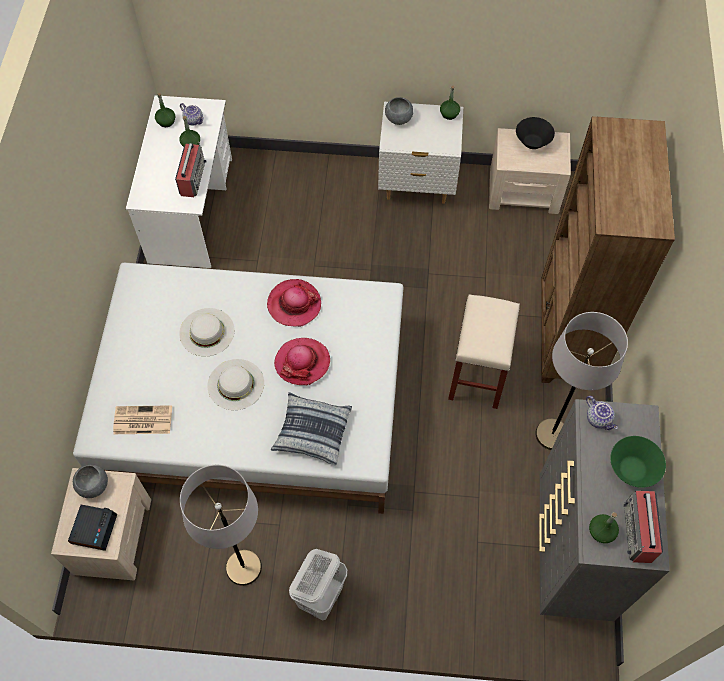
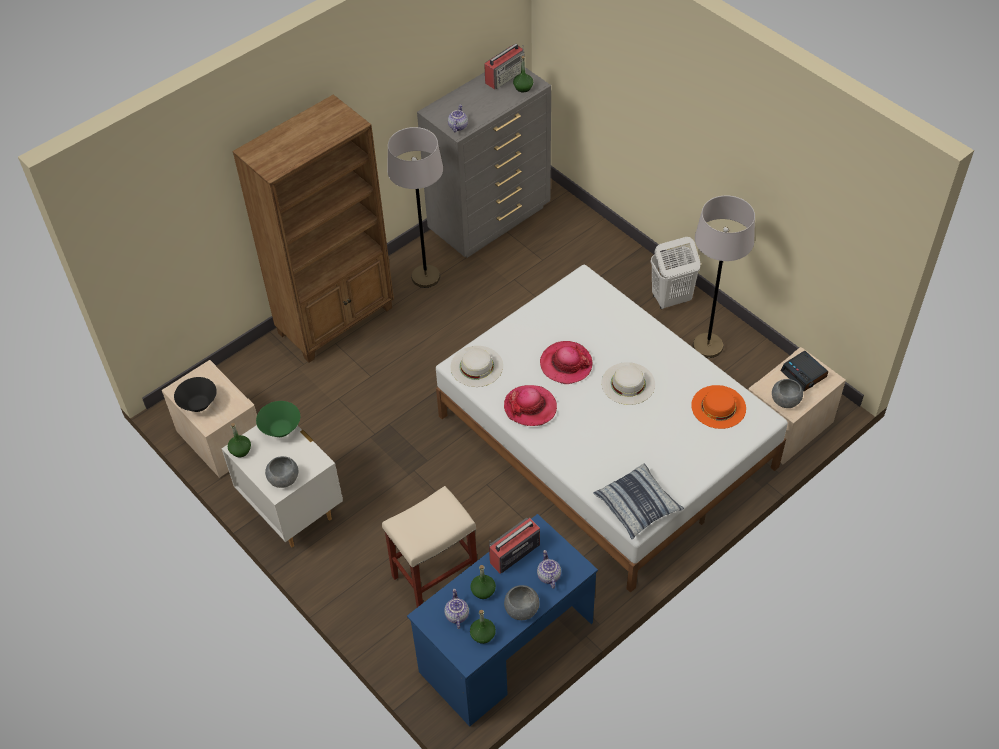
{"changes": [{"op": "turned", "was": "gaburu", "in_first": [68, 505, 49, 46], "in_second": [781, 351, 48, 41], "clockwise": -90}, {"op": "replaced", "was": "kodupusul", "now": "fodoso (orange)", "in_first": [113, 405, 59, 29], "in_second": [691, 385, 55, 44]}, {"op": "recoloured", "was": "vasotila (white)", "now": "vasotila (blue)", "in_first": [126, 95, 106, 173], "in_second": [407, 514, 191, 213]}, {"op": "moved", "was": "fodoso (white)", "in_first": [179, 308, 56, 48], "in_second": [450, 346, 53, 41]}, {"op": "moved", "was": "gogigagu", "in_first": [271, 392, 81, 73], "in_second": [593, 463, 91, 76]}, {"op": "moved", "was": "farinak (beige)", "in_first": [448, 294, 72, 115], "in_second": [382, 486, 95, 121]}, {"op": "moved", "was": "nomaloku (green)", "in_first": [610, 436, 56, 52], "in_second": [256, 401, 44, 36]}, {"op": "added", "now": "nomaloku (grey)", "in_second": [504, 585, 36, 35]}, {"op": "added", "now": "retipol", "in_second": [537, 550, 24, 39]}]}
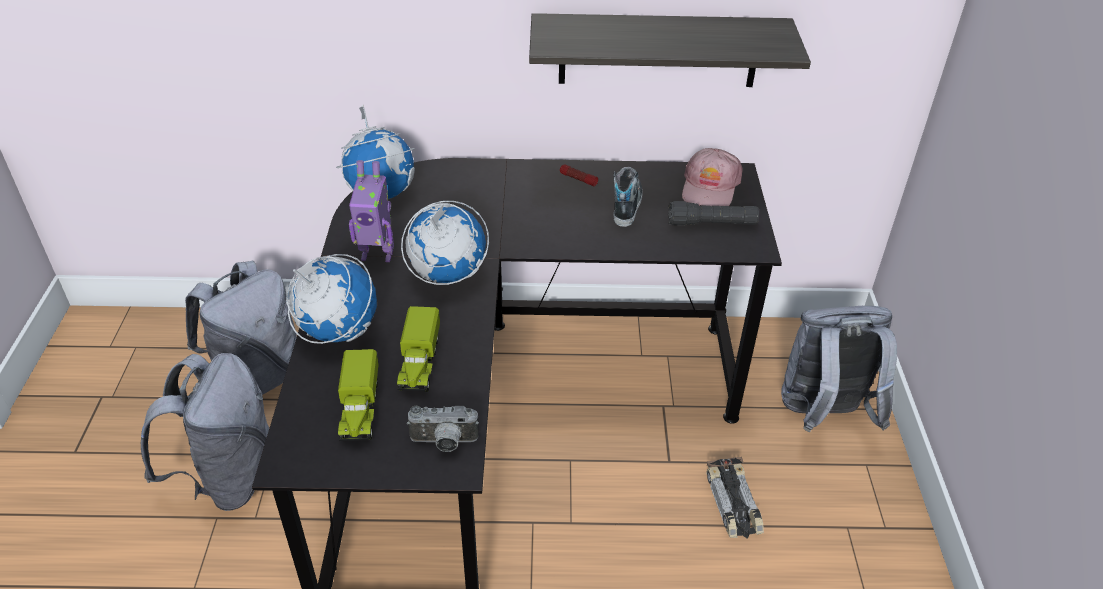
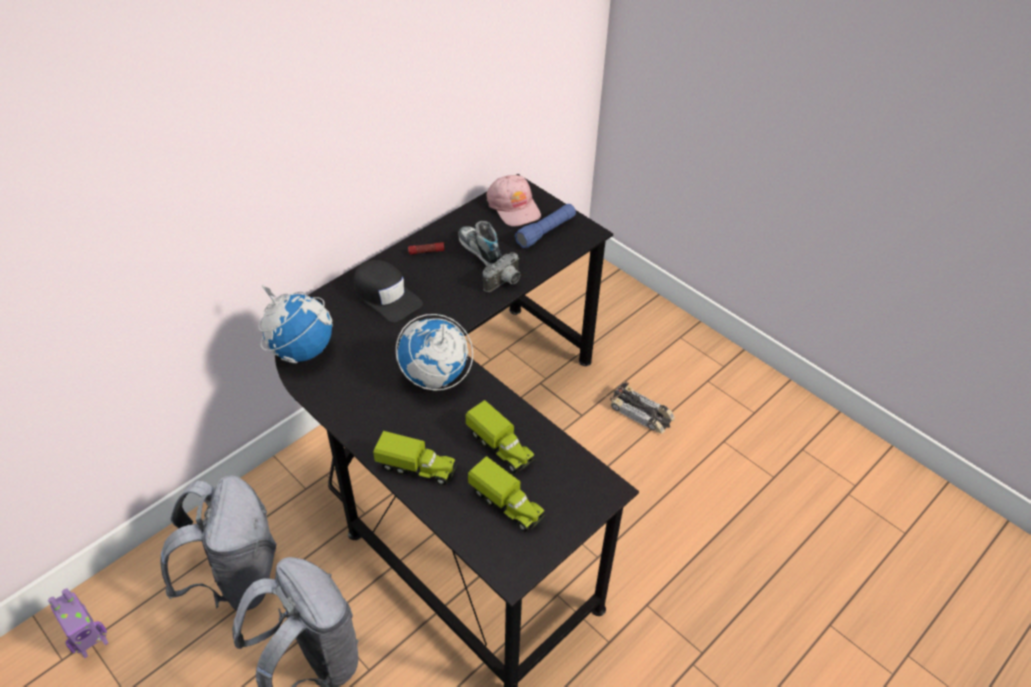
{"changes": [{"op": "replaced", "was": "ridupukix", "now": "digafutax", "in_first": [287, 254, 90, 90], "in_second": [373, 431, 86, 54]}, {"op": "moved", "was": "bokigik", "in_first": [349, 160, 45, 102], "in_second": [48, 588, 60, 70]}, {"op": "moved", "was": "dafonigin", "in_first": [407, 406, 72, 46], "in_second": [483, 252, 37, 40]}, {"op": "removed", "was": "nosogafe", "in_first": [529, 13, 282, 74]}, {"op": "recoloured", "was": "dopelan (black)", "now": "dopelan (blue)", "in_first": [668, 201, 91, 25], "in_second": [515, 204, 61, 44]}, {"op": "removed", "was": "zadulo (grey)", "in_first": [781, 306, 116, 126]}, {"op": "added", "now": "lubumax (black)", "in_second": [354, 260, 69, 62]}]}
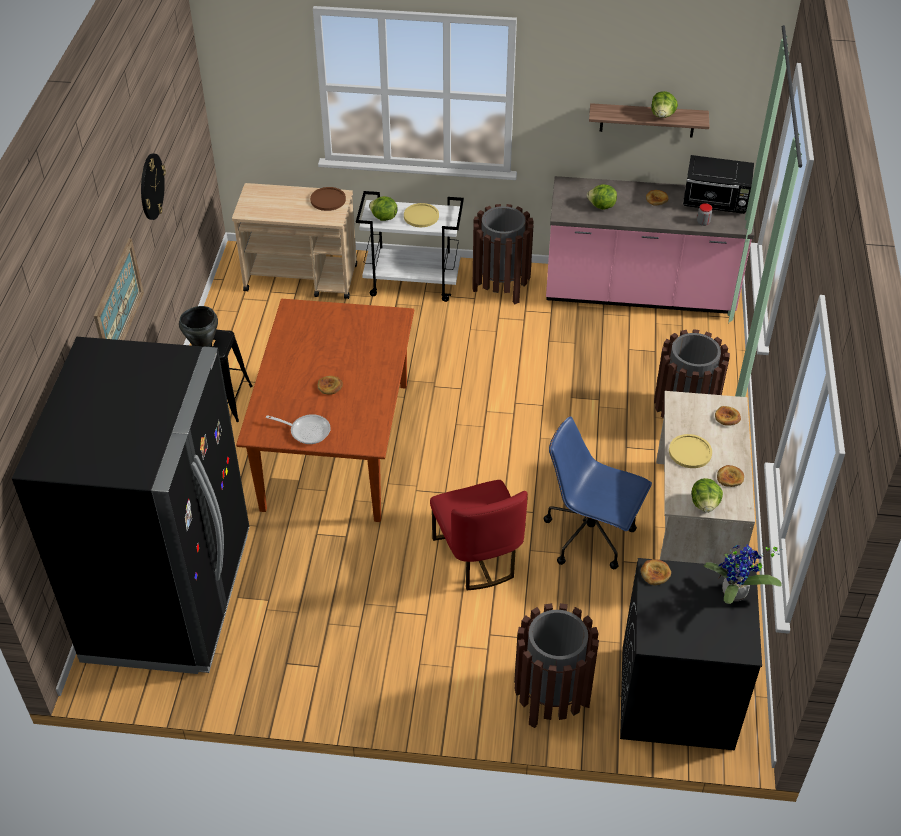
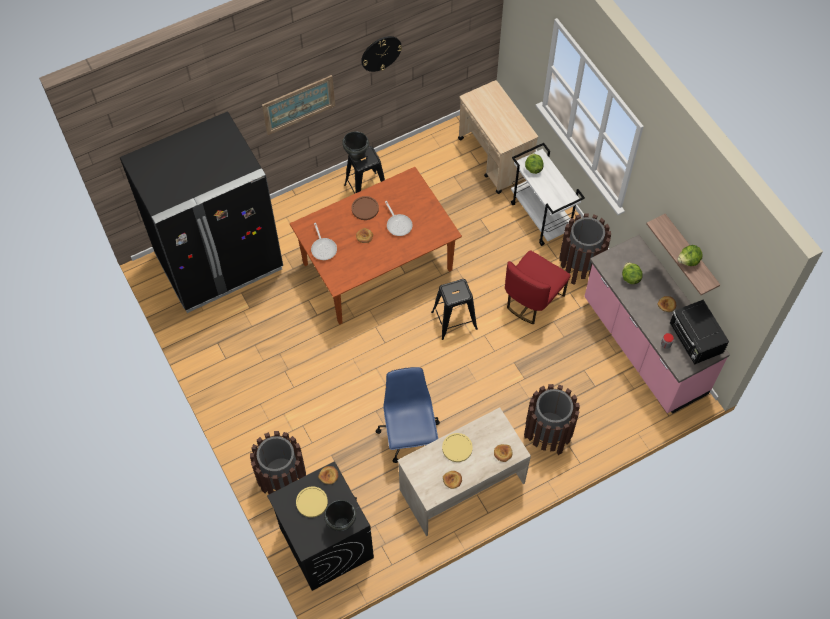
{"changes": [{"op": "moved", "was": "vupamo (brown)", "in_first": [310, 187, 36, 24], "in_second": [352, 196, 27, 24]}, {"op": "moved", "was": "vupamo (yellow)", "in_first": [404, 203, 35, 24], "in_second": [296, 486, 32, 32]}, {"op": "moved", "was": "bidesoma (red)", "in_first": [430, 480, 98, 110], "in_second": [505, 250, 65, 75]}, {"op": "removed", "was": "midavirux", "in_first": [692, 478, 31, 35]}, {"op": "replaced", "was": "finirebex", "now": "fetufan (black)", "in_first": [704, 544, 79, 60], "in_second": [324, 500, 33, 31]}, {"op": "added", "now": "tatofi", "in_second": [385, 201, 28, 35]}, {"op": "added", "now": "farinak (black)", "in_second": [431, 279, 47, 61]}]}
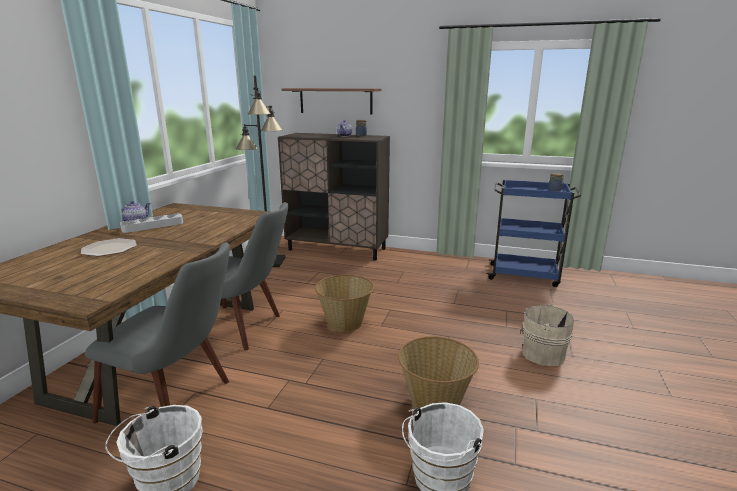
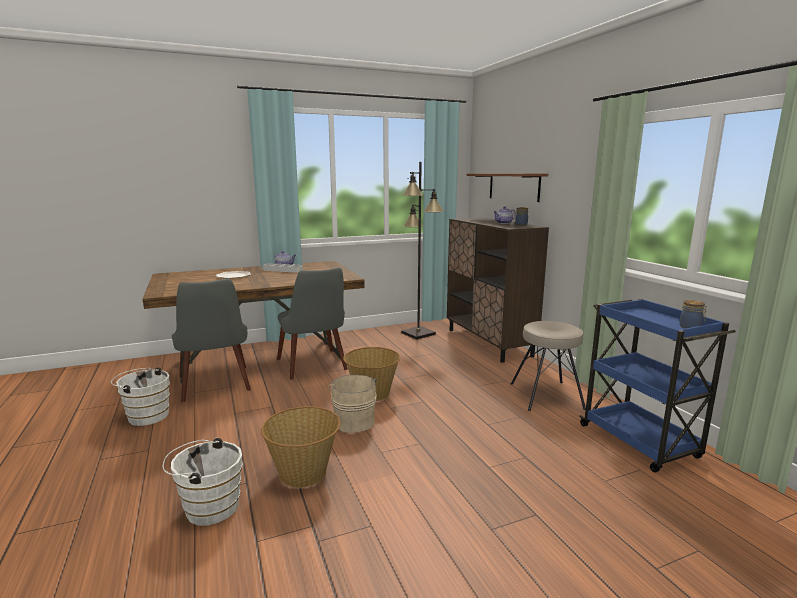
{"changes": [{"op": "moved", "was": "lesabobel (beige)", "in_first": [521, 304, 53, 62], "in_second": [328, 375, 49, 58]}, {"op": "added", "now": "farinak (beige)", "in_second": [511, 321, 75, 90]}]}
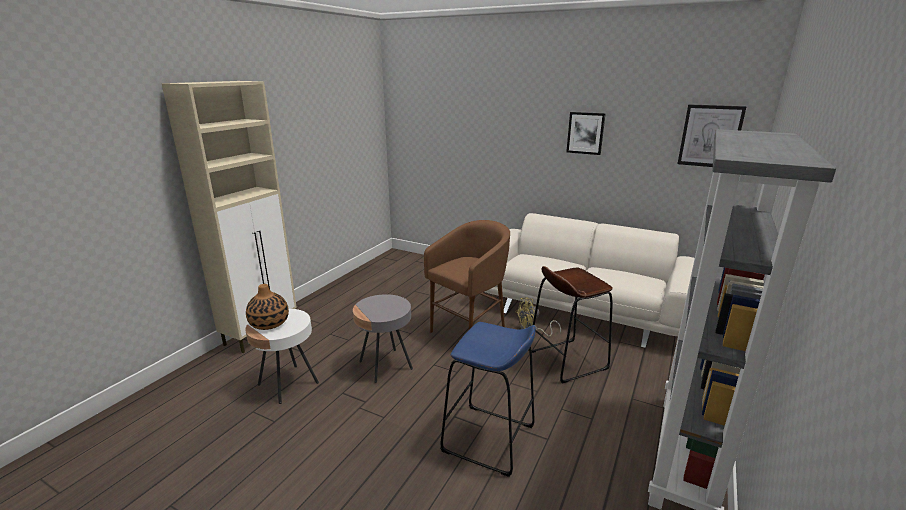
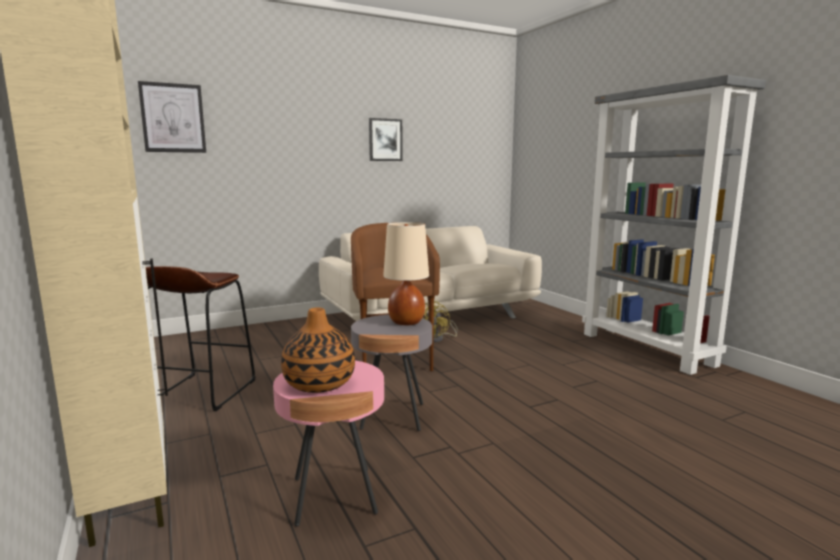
{"changes": [{"op": "recoloured", "was": "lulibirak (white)", "now": "lulibirak (pink)", "in_first": [245, 309, 74, 95], "in_second": [273, 360, 111, 167]}, {"op": "removed", "was": "farinak (blue)", "in_first": [440, 322, 95, 155]}, {"op": "moved", "was": "farinak (brown)", "in_first": [532, 266, 81, 118], "in_second": [146, 266, 109, 145]}, {"op": "moved", "was": "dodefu", "in_first": [678, 104, 69, 63], "in_second": [138, 81, 68, 72]}, {"op": "added", "now": "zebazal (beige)", "in_second": [383, 222, 46, 103]}]}
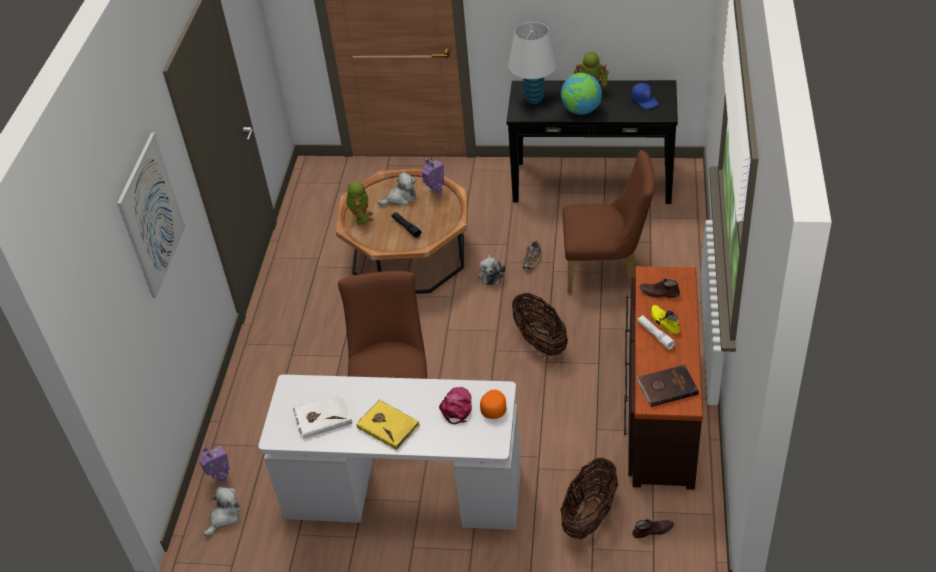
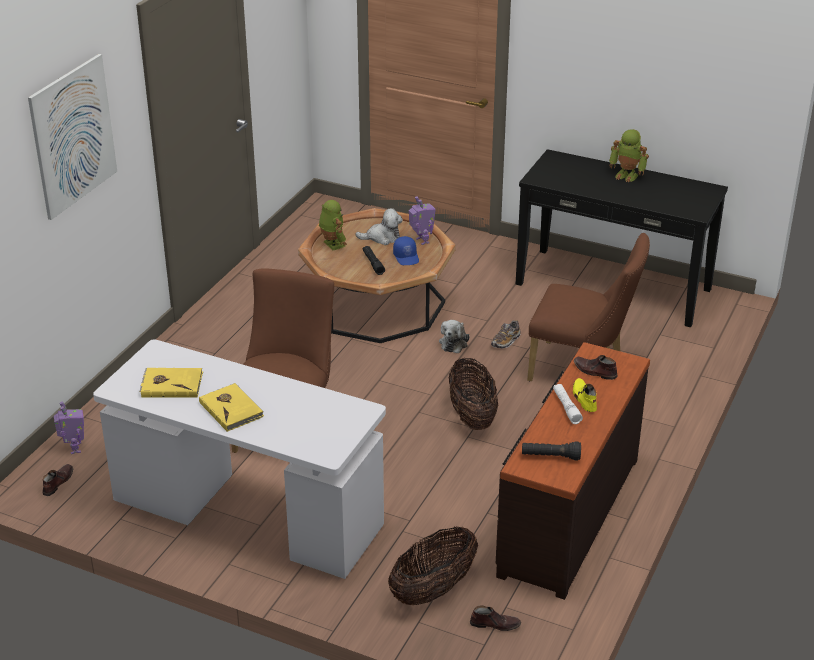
{"changes": [{"op": "replaced", "was": "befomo", "now": "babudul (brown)", "in_first": [203, 486, 38, 50], "in_second": [42, 464, 31, 32]}, {"op": "recoloured", "was": "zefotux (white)", "now": "zefotux (yellow)", "in_first": [293, 394, 59, 44], "in_second": [139, 368, 64, 30]}, {"op": "turned", "was": "bokigik", "in_first": [346, 182, 27, 42], "in_second": [319, 200, 28, 51], "clockwise": -45}, {"op": "removed", "was": "lubumax (pink)", "in_first": [439, 387, 33, 37]}, {"op": "removed", "was": "lubumax (orange)", "in_first": [480, 390, 27, 29]}, {"op": "removed", "was": "zebazal (white)", "in_first": [508, 22, 50, 82]}, {"op": "removed", "was": "ridupukix", "in_first": [561, 73, 41, 42]}, {"op": "moved", "was": "lubumax (blue)", "in_first": [631, 83, 27, 26], "in_second": [393, 236, 26, 29]}, {"op": "replaced", "was": "zefotux (brown)", "now": "dopelan (black)", "in_first": [636, 365, 63, 42], "in_second": [522, 442, 59, 18]}]}
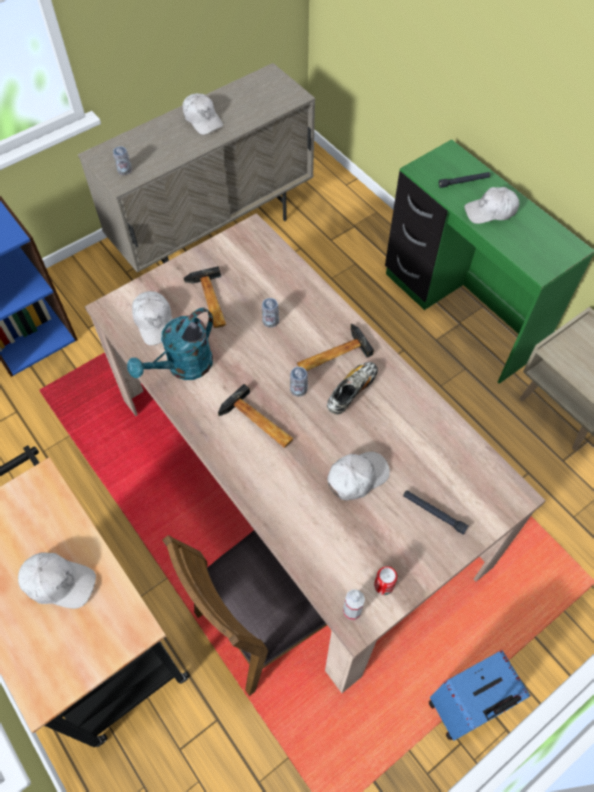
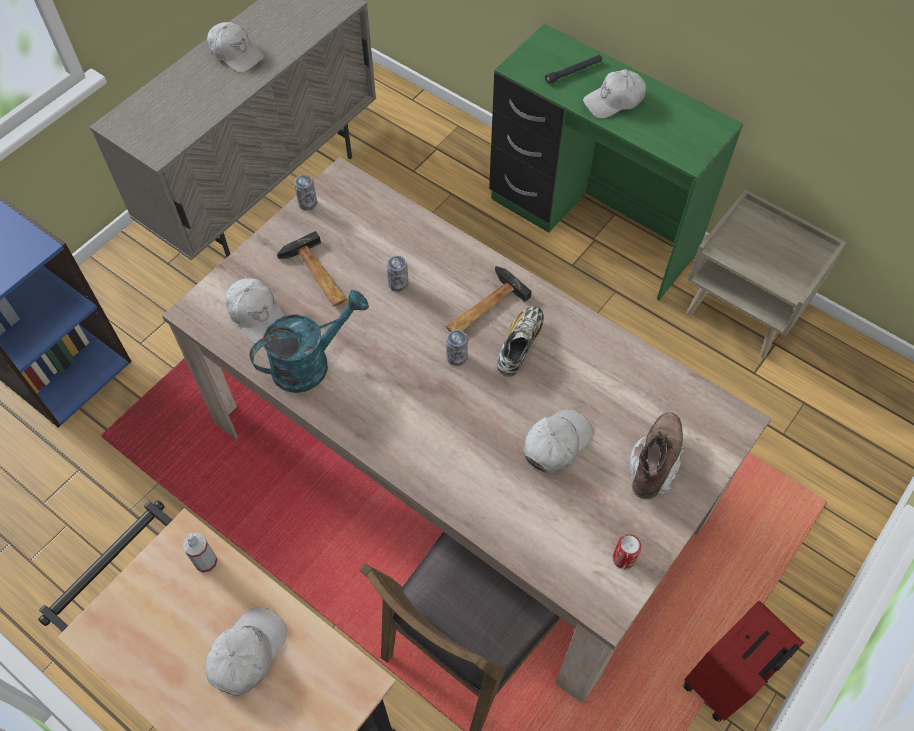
{"changes": [{"op": "turned", "was": "lubumax (white)", "in_first": [18, 552, 78, 57], "in_second": [206, 607, 81, 89], "clockwise": -60}, {"op": "moved", "was": "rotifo", "in_first": [113, 146, 19, 29], "in_second": [294, 175, 23, 36]}, {"op": "turned", "was": "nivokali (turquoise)", "in_first": [127, 308, 86, 72], "in_second": [249, 290, 120, 103], "clockwise": -150}, {"op": "removed", "was": "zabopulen", "in_first": [218, 384, 76, 64]}, {"op": "moved", "was": "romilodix", "in_first": [343, 589, 22, 31], "in_second": [182, 533, 36, 40]}, {"op": "replaced", "was": "dopelan (black)", "now": "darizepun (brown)", "in_first": [403, 490, 65, 45], "in_second": [630, 412, 55, 87]}, {"op": "recoloured", "was": "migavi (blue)", "now": "migavi (red)", "in_first": [429, 650, 102, 91], "in_second": [683, 600, 121, 122]}]}
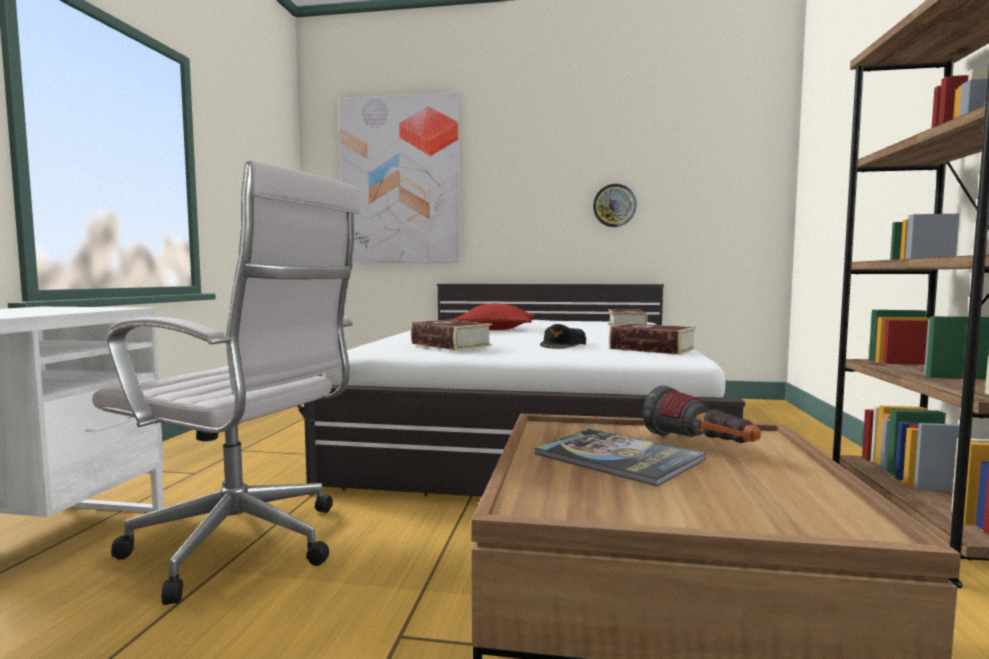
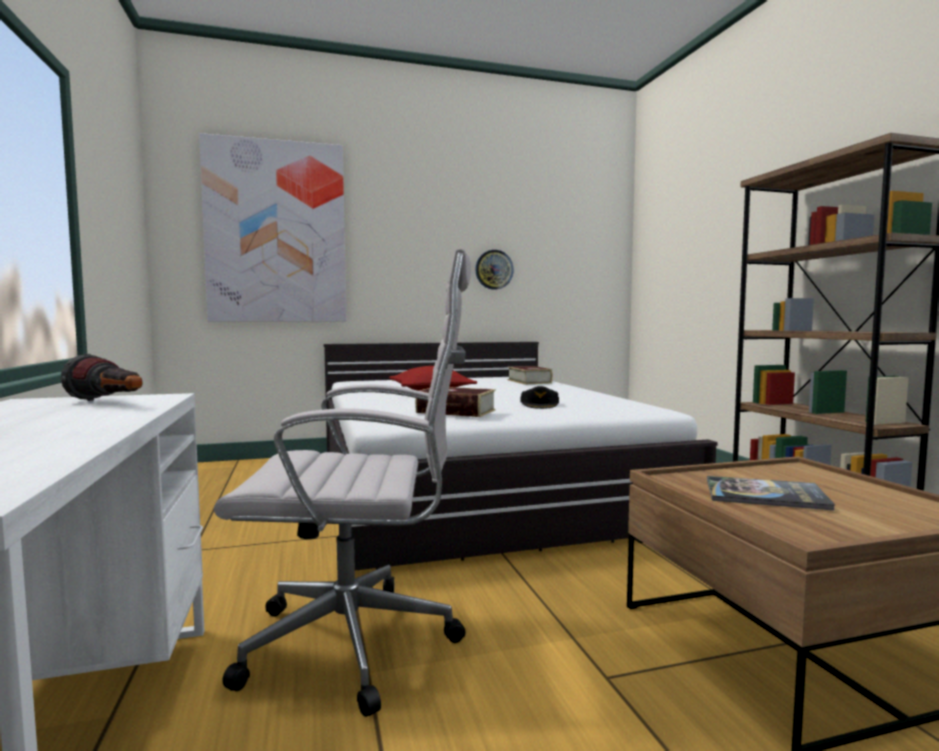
{"changes": [{"op": "removed", "was": "zefotux", "in_first": [609, 323, 87, 32]}, {"op": "moved", "was": "dopelan", "in_first": [643, 385, 118, 58], "in_second": [61, 354, 81, 47]}]}
